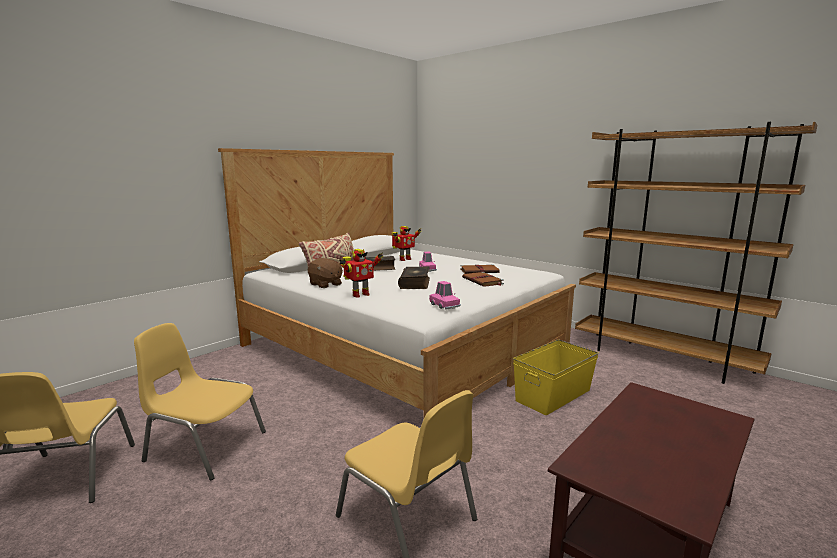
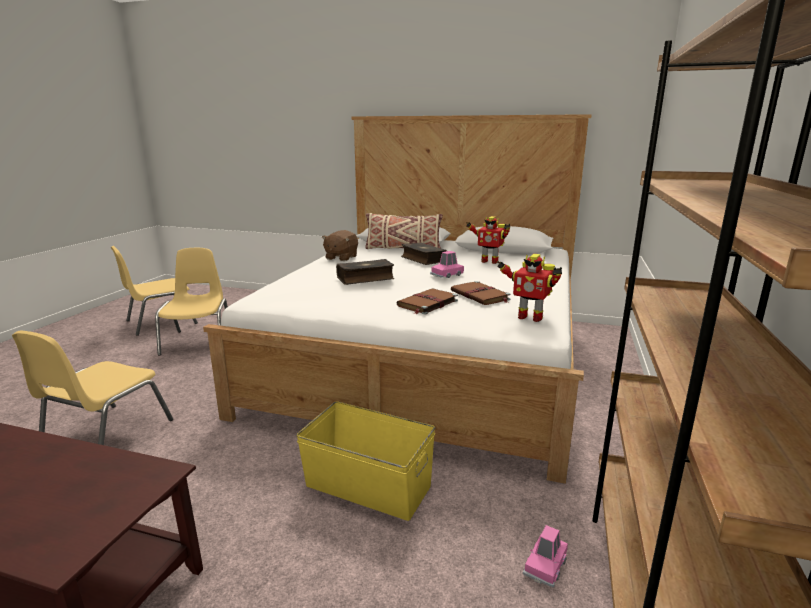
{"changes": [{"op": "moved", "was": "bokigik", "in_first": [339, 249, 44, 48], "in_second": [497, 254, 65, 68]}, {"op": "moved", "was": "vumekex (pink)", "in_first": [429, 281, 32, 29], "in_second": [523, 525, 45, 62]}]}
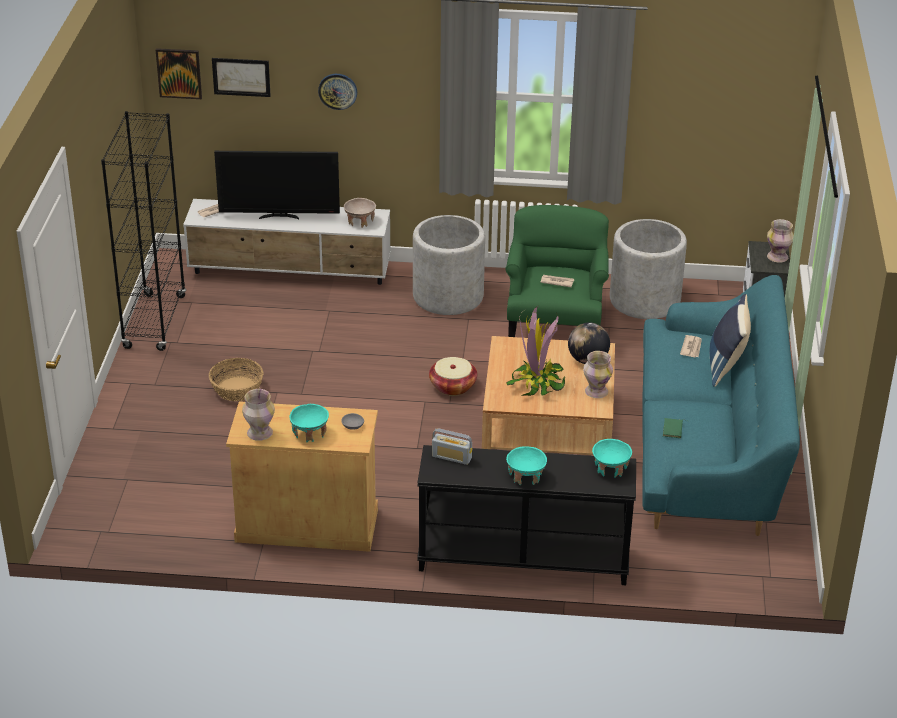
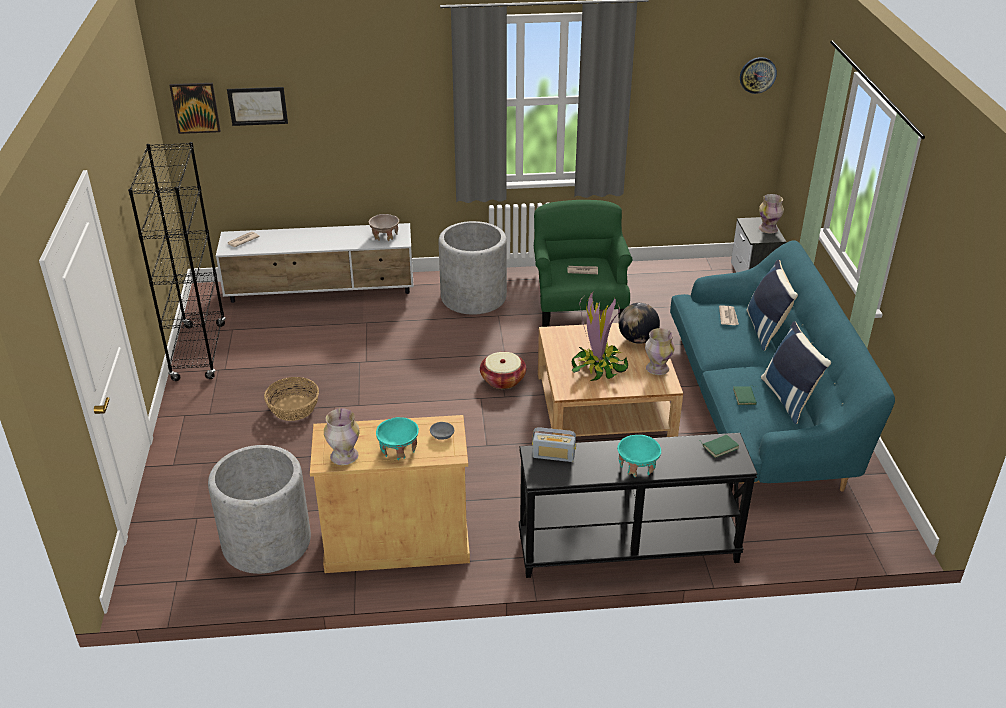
{"changes": [{"op": "removed", "was": "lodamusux", "in_first": [214, 151, 126, 68]}, {"op": "moved", "was": "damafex", "in_first": [318, 74, 39, 36], "in_second": [740, 57, 37, 37]}, {"op": "replaced", "was": "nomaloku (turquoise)", "now": "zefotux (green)", "in_first": [592, 439, 40, 39], "in_second": [700, 435, 39, 23]}, {"op": "moved", "was": "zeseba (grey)", "in_first": [610, 219, 77, 100], "in_second": [208, 445, 103, 129]}, {"op": "added", "now": "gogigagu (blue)", "in_second": [761, 321, 70, 103]}]}
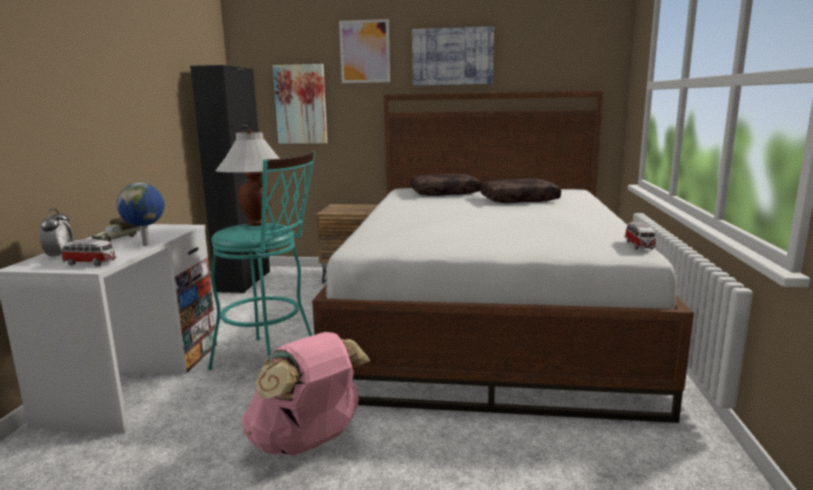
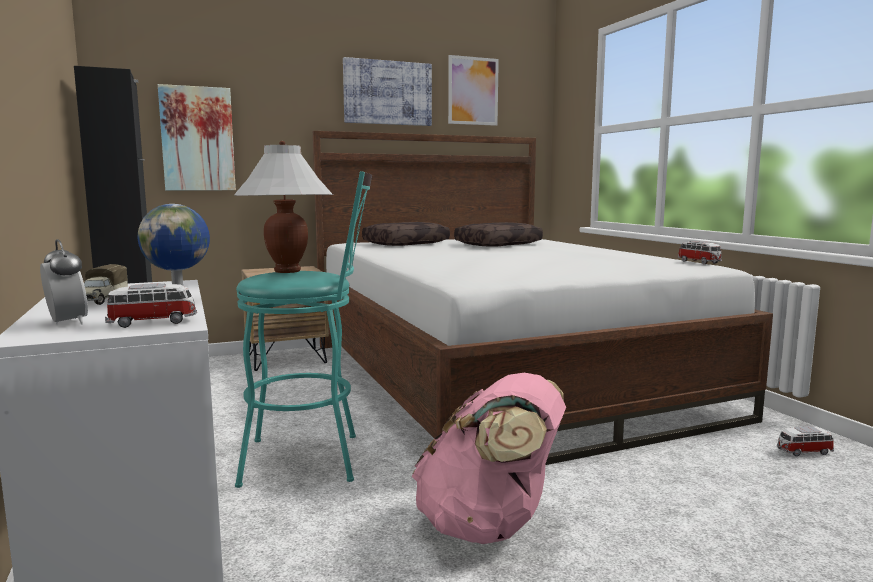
{"changes": [{"op": "moved", "was": "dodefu", "in_first": [339, 19, 51, 64], "in_second": [448, 55, 51, 71]}, {"op": "added", "now": "vumekex", "in_second": [777, 426, 57, 30]}]}
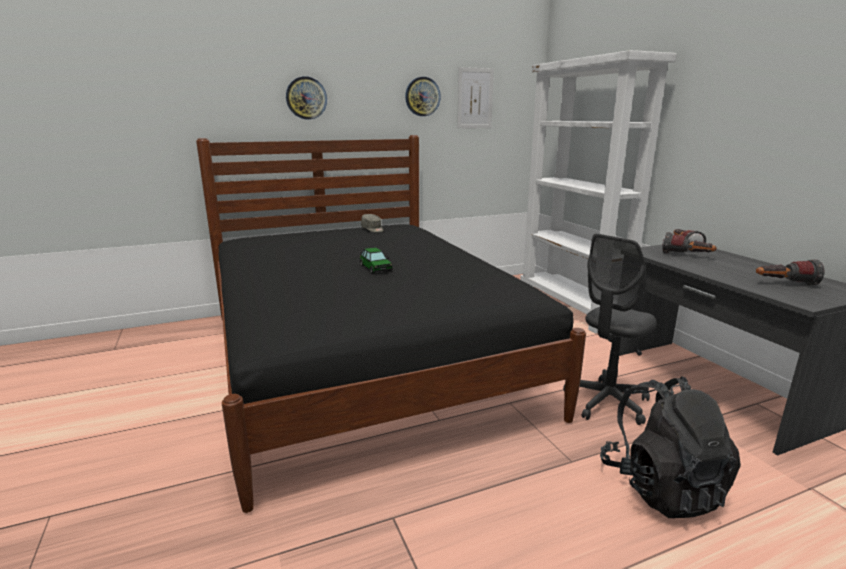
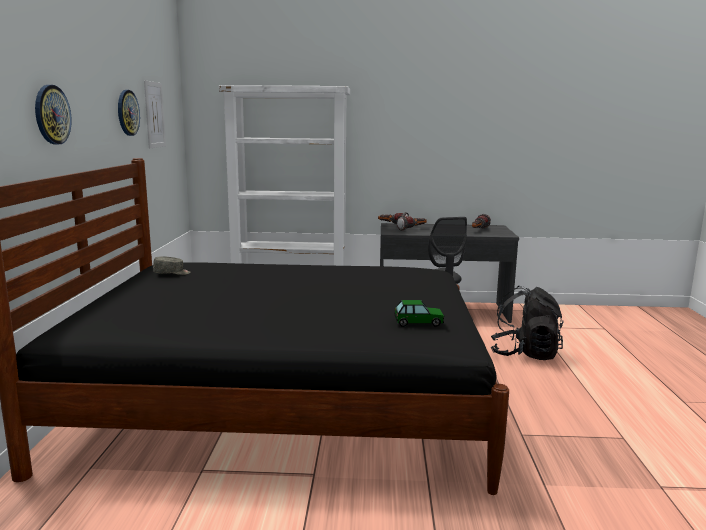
{"changes": [{"op": "moved", "was": "vumekex", "in_first": [360, 247, 33, 27], "in_second": [395, 300, 49, 27]}]}
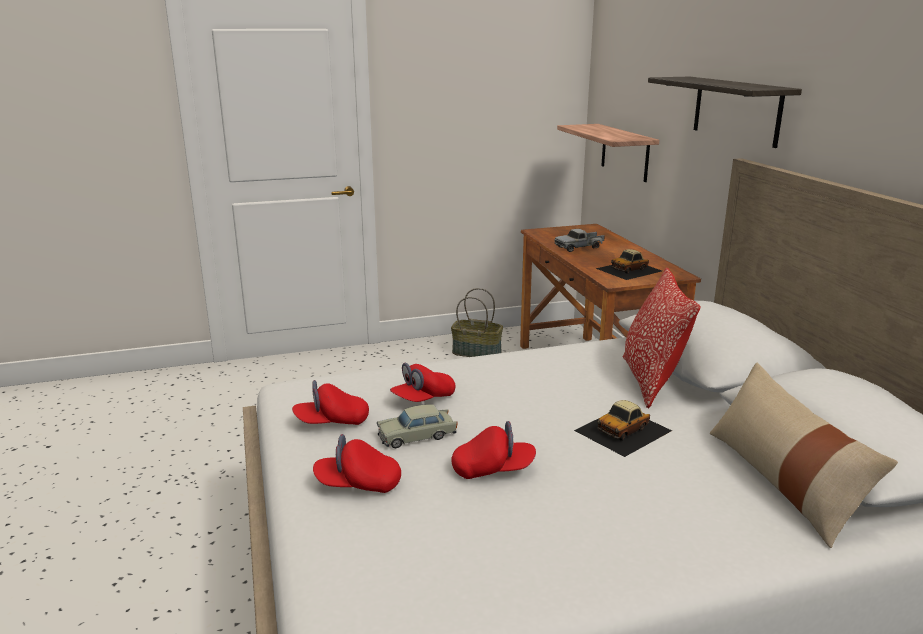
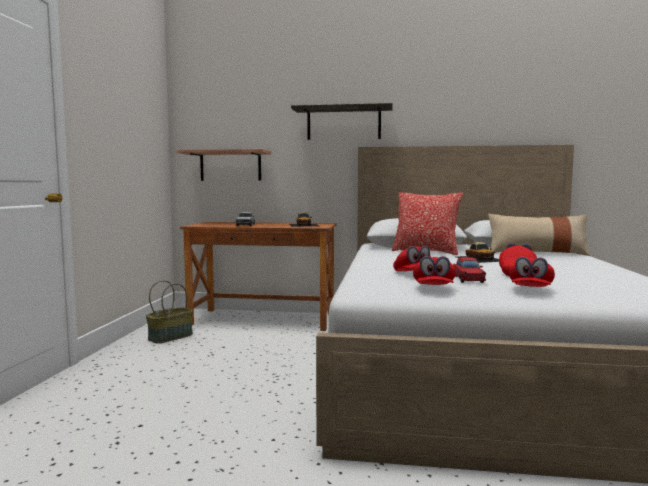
{"changes": [{"op": "recoloured", "was": "vumekex (beige)", "now": "vumekex (red)", "in_first": [377, 404, 81, 44], "in_second": [453, 257, 33, 26]}]}
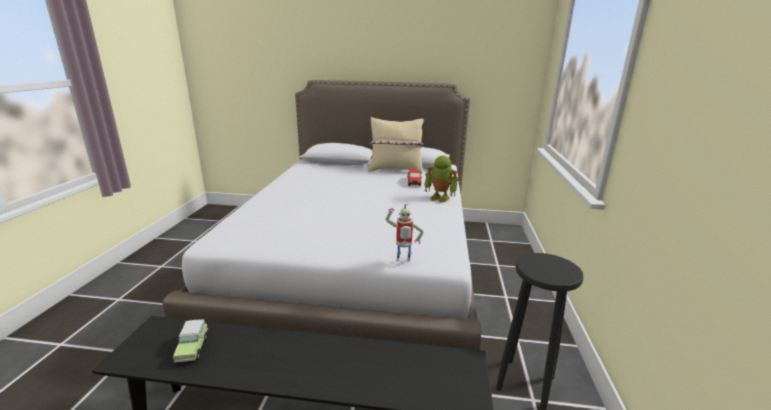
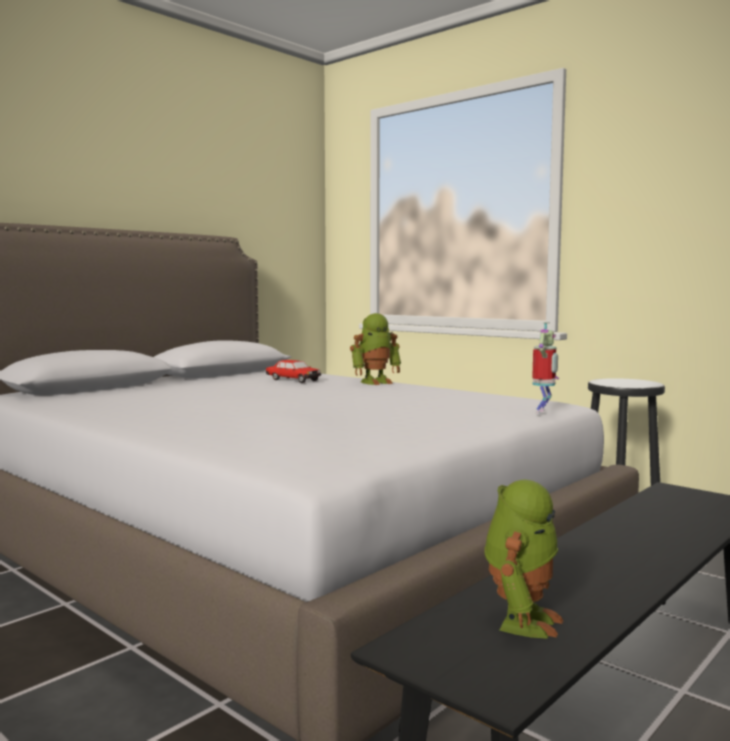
{"changes": [{"op": "replaced", "was": "vumekex", "now": "bokigik", "in_first": [173, 319, 35, 43], "in_second": [484, 480, 80, 159]}, {"op": "removed", "was": "gogigagu (beige)", "in_first": [368, 117, 56, 57]}]}
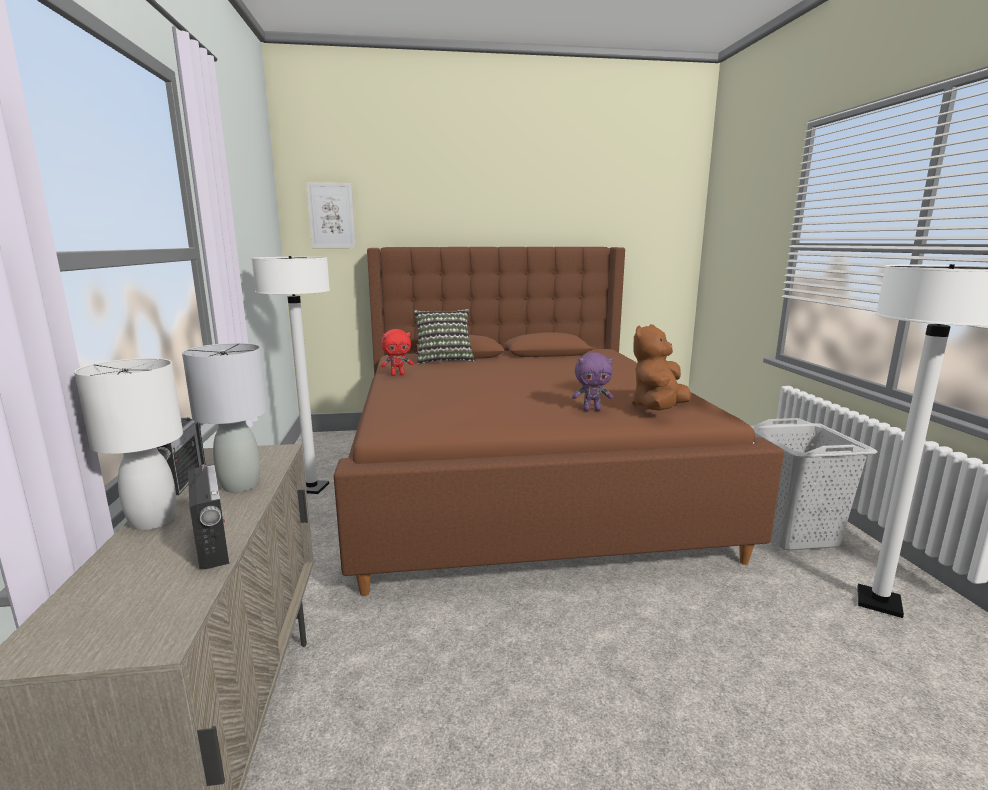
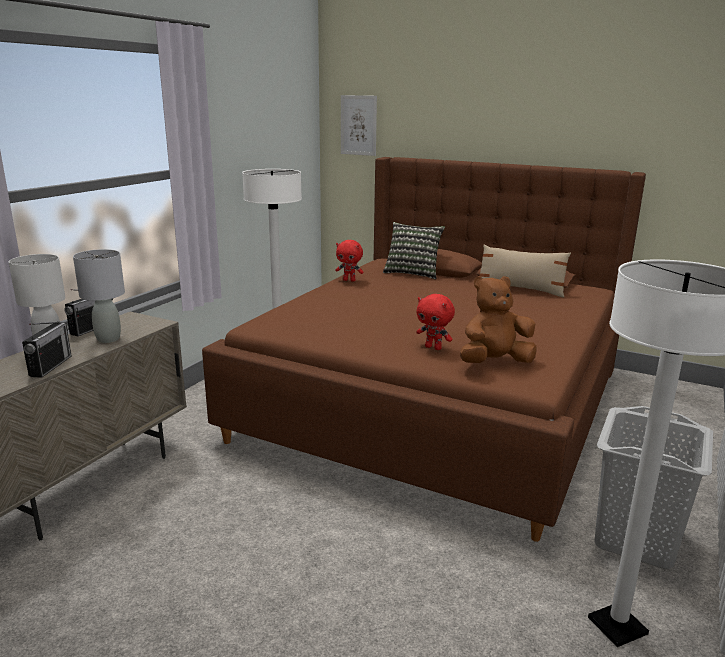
{"changes": [{"op": "recoloured", "was": "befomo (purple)", "now": "befomo (red)", "in_first": [572, 352, 41, 59], "in_second": [416, 294, 39, 56]}, {"op": "added", "now": "gogigagu (beige)", "in_second": [480, 245, 91, 52]}]}
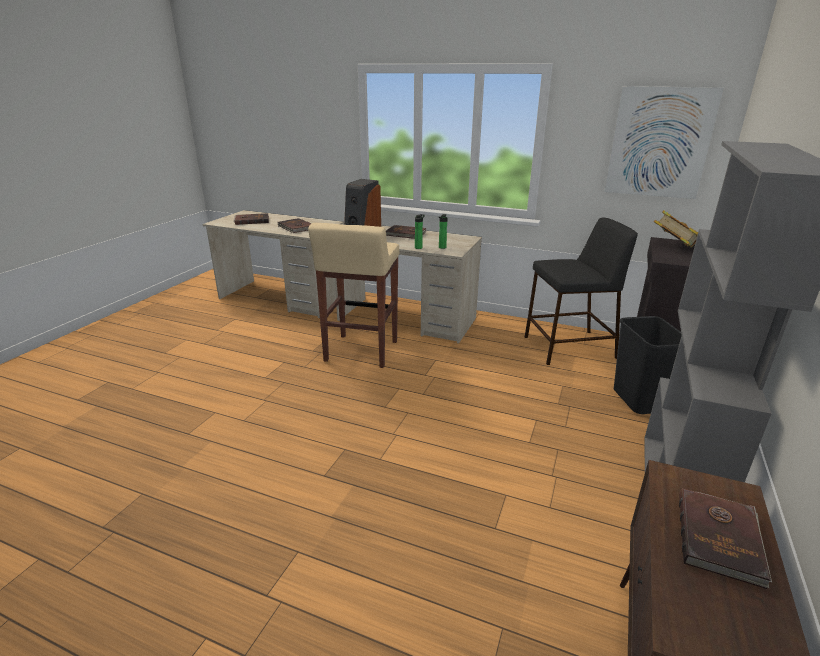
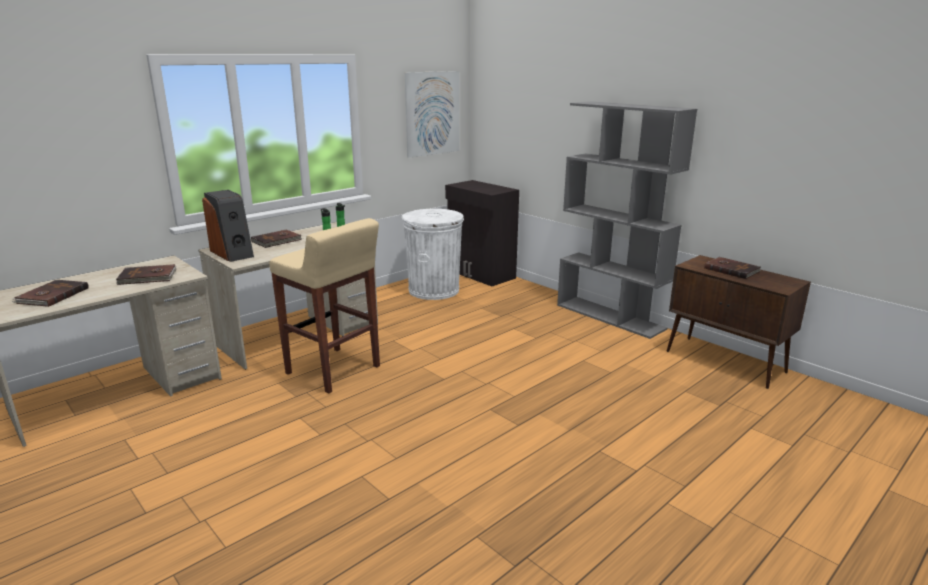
{"changes": [{"op": "replaced", "was": "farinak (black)", "now": "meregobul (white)", "in_first": [525, 217, 113, 148], "in_second": [402, 209, 62, 91]}, {"op": "removed", "was": "meregobul (black)", "in_first": [614, 316, 68, 98]}, {"op": "removed", "was": "zefotux", "in_first": [654, 210, 44, 37]}]}
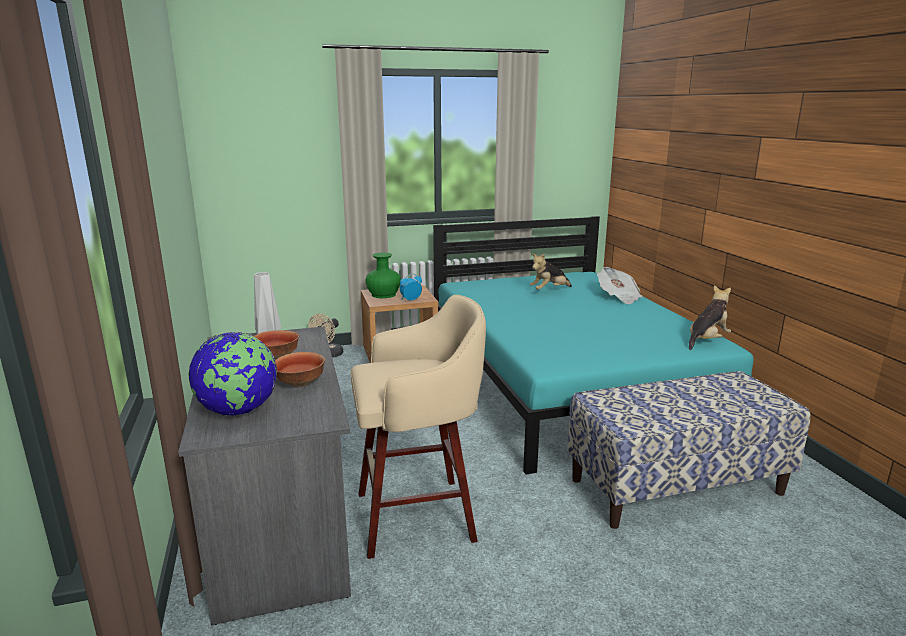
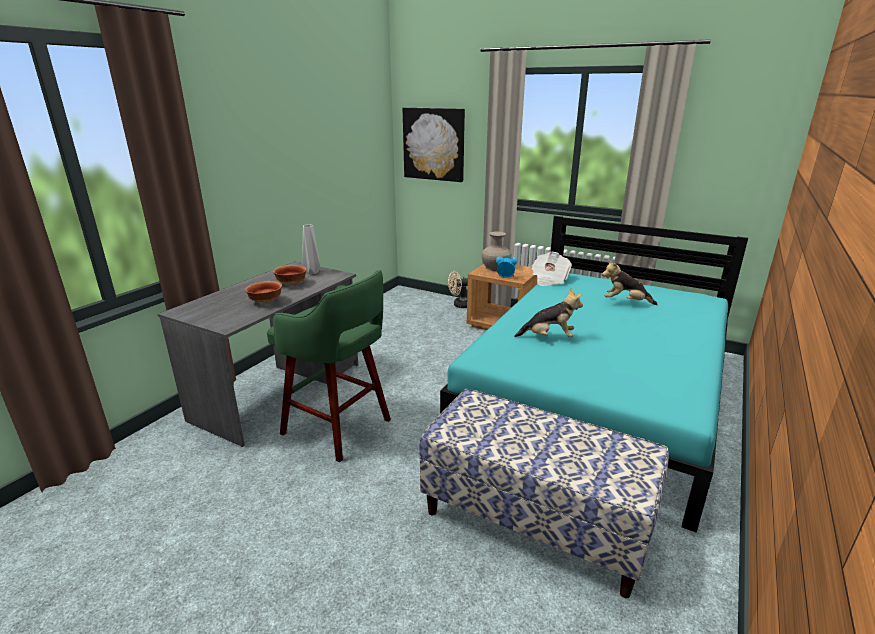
{"changes": [{"op": "removed", "was": "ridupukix", "in_first": [189, 332, 88, 84]}, {"op": "recoloured", "was": "farinak (beige)", "now": "farinak (green)", "in_first": [351, 295, 135, 264], "in_second": [267, 270, 124, 192]}, {"op": "recoloured", "was": "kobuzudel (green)", "now": "kobuzudel (beige)", "in_first": [365, 253, 36, 45], "in_second": [481, 232, 31, 39]}, {"op": "moved", "was": "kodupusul", "in_first": [597, 267, 46, 37], "in_second": [531, 252, 41, 34]}, {"op": "moved", "was": "befomo", "in_first": [689, 285, 42, 65], "in_second": [514, 288, 69, 49]}, {"op": "added", "now": "dodefu", "in_second": [403, 108, 62, 74]}]}
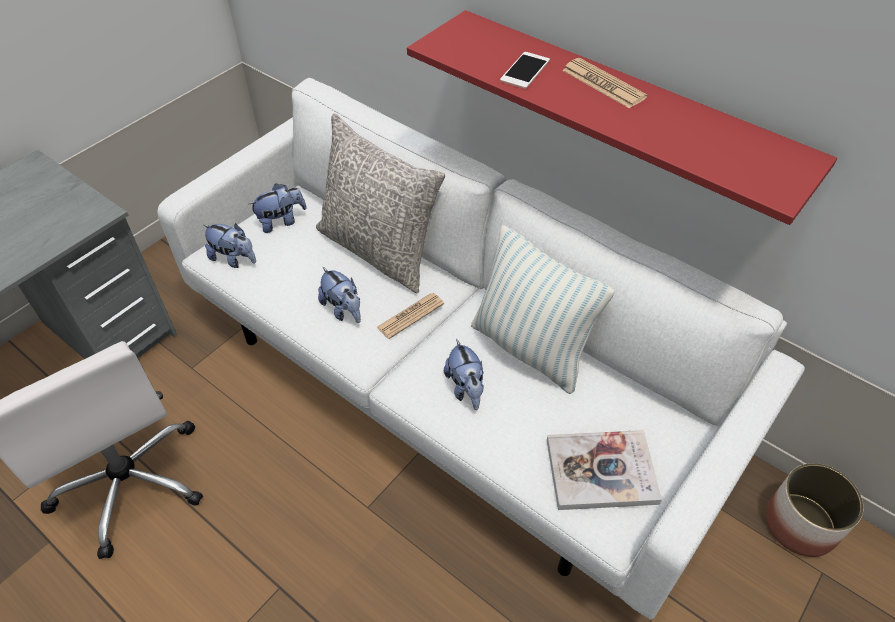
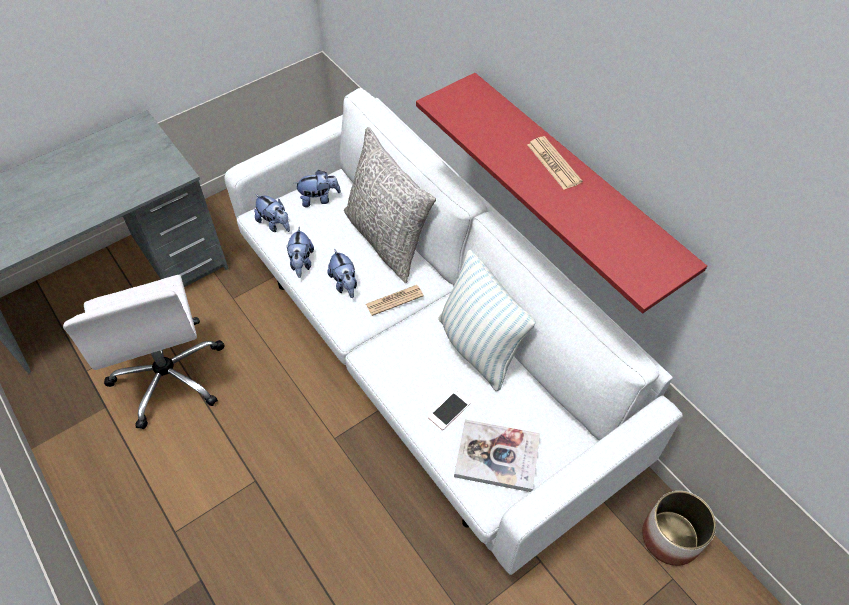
{"changes": [{"op": "moved", "was": "befomo", "in_first": [444, 338, 40, 72], "in_second": [287, 227, 27, 51]}, {"op": "moved", "was": "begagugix", "in_first": [500, 52, 50, 37], "in_second": [428, 391, 43, 39]}]}
